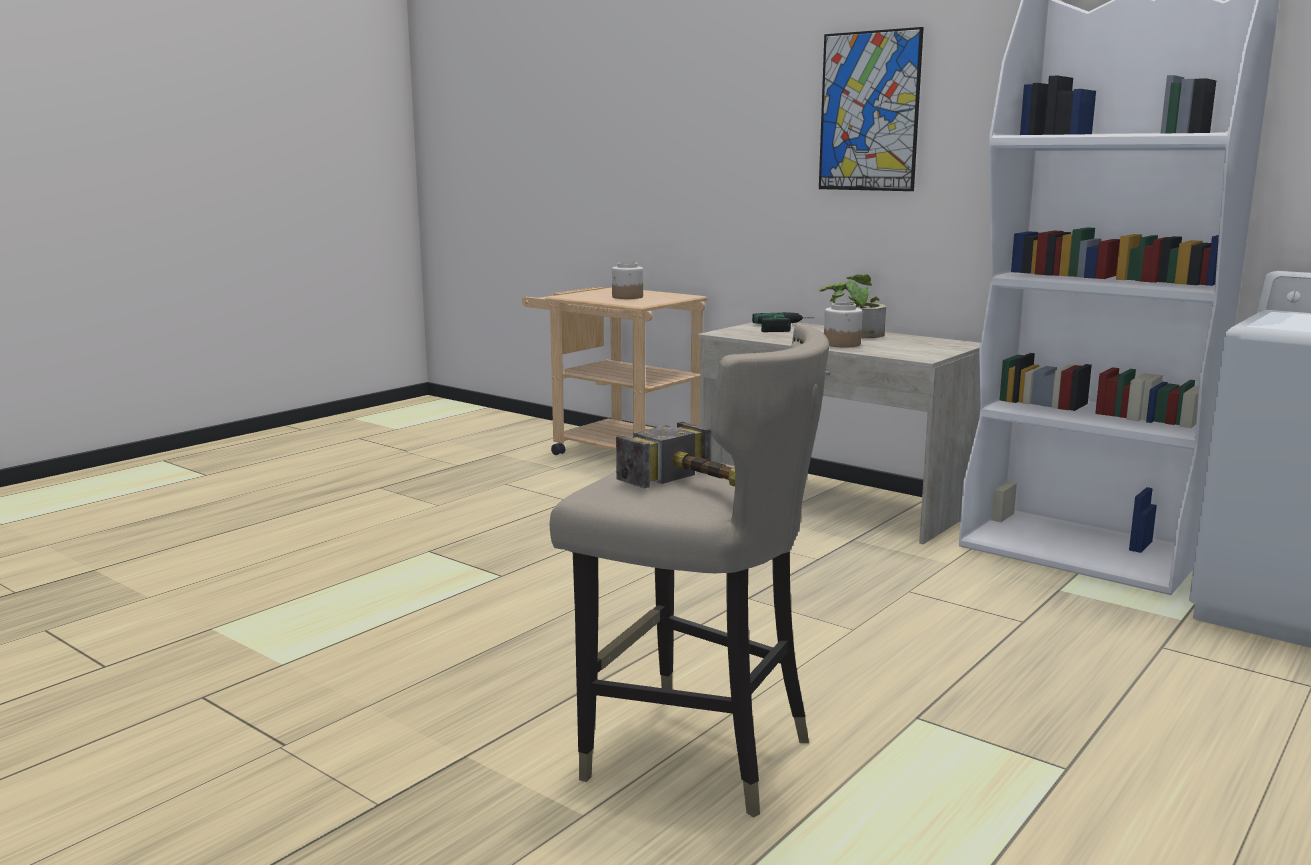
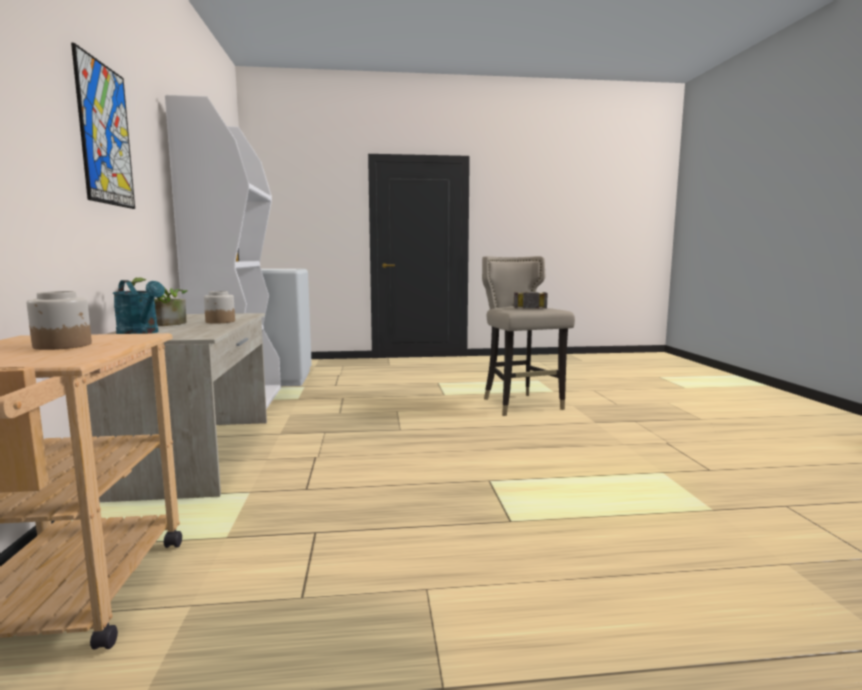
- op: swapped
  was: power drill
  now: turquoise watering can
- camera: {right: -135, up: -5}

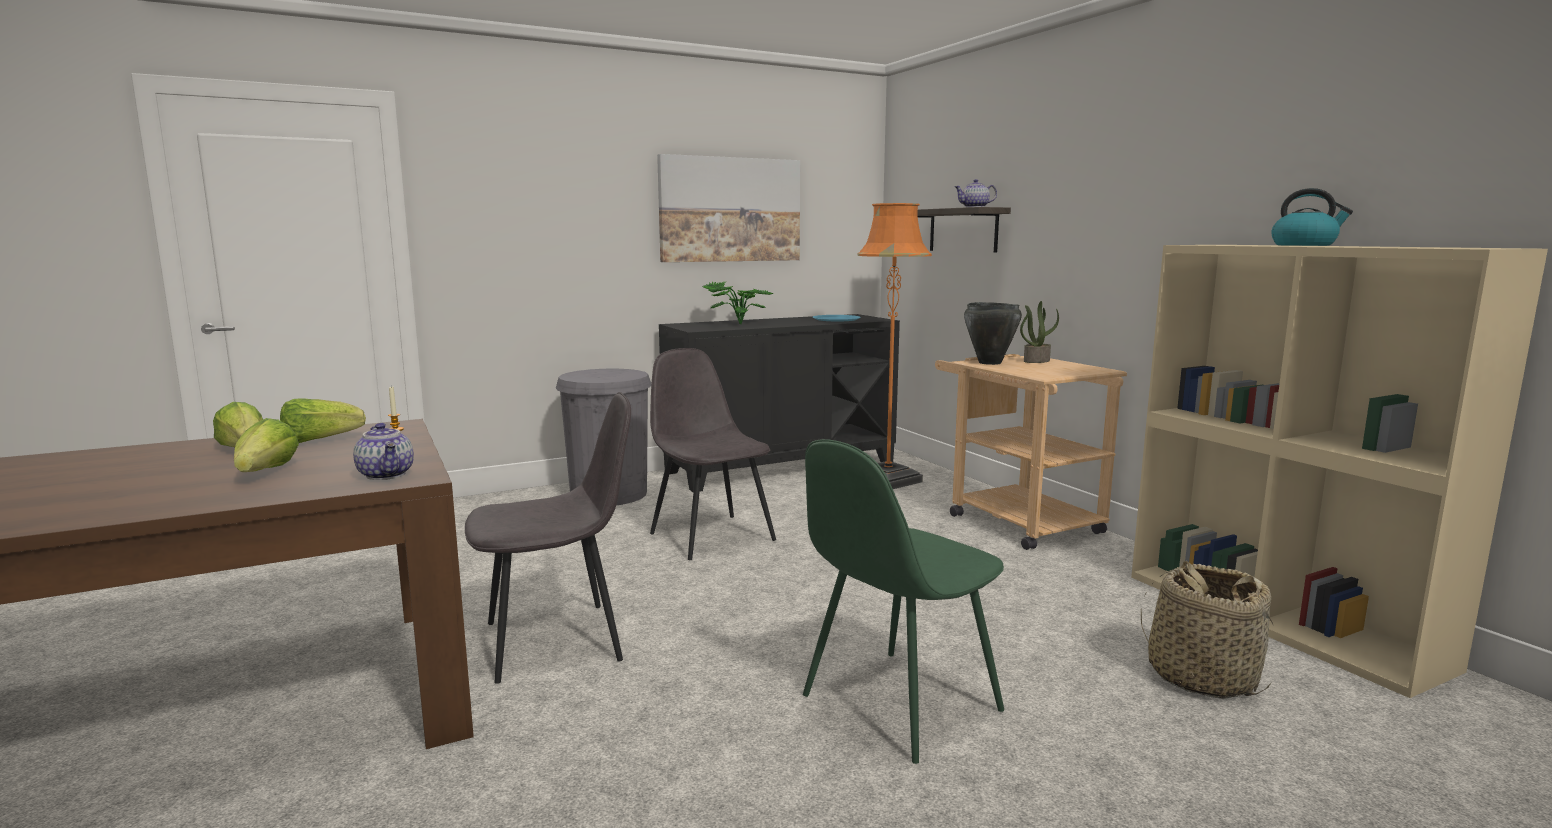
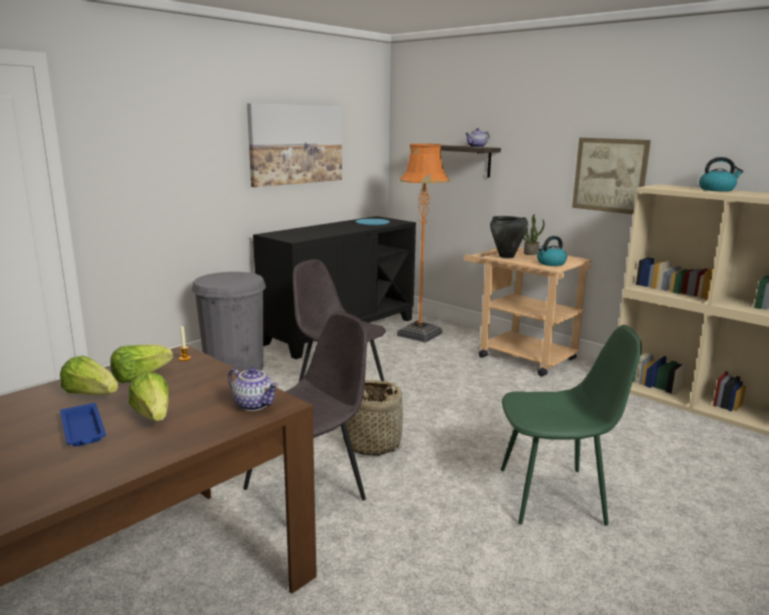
- op: new
  now: blue tray
- op: shifted
  was: basket
- op: rotated
  was: green chair
  clockwise: -120
- op: new
  now: kettle (no. 1 from left)
- op: new
  now: picture (no. 2 from left)
- op: gone
  was: potted plant (no. 1 from left)
- camera: {right: -20, up: 5}

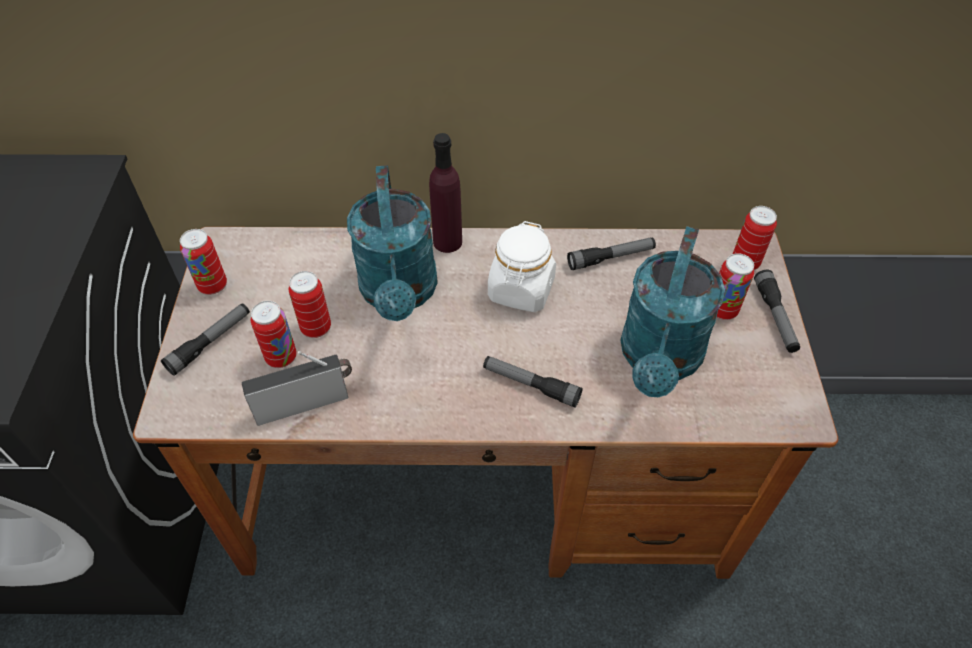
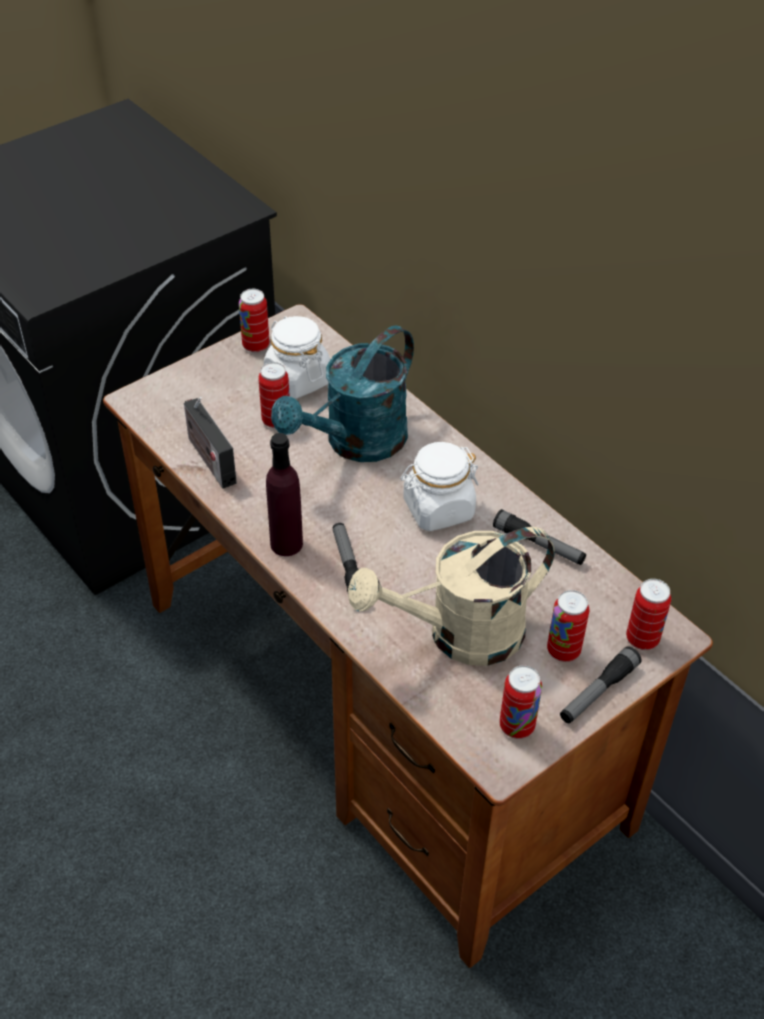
- op: rotated
  was: radio
  clockwise: -150
- op: new
  now: white jar (no. 1 from left)
- op: shifted
  was: purple bottle
- op: repainted
  was: turquoise watering can (no. 2 from left)
  now: beige watering can
- op: shifted
  was: can (no. 2 from left in the first image)
  now: can (no. 3 from left)
- op: gone
  was: flashlight (no. 1 from left)
- camera: {right: 50, up: -5}

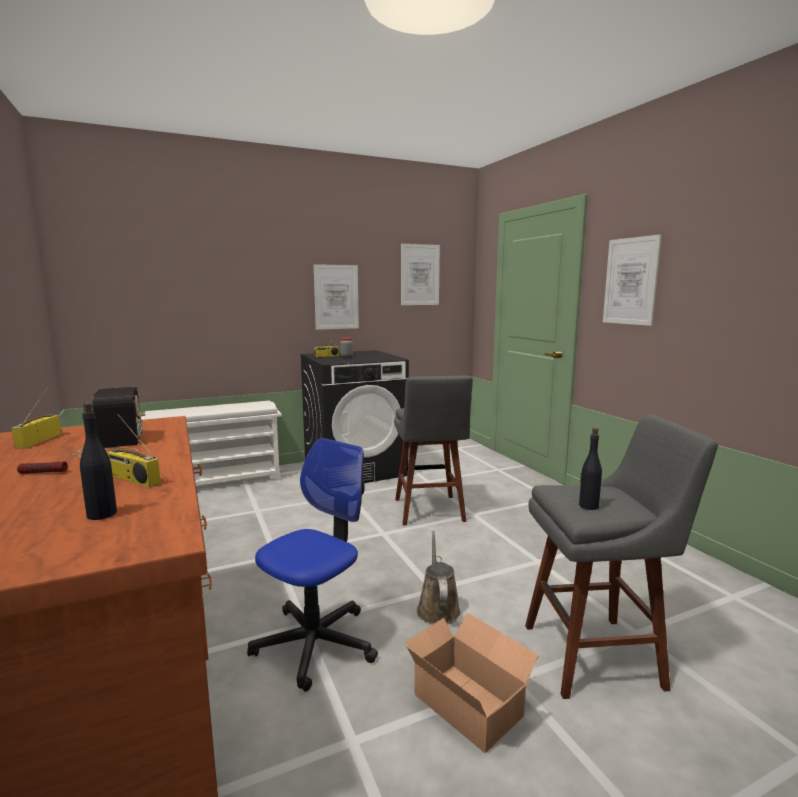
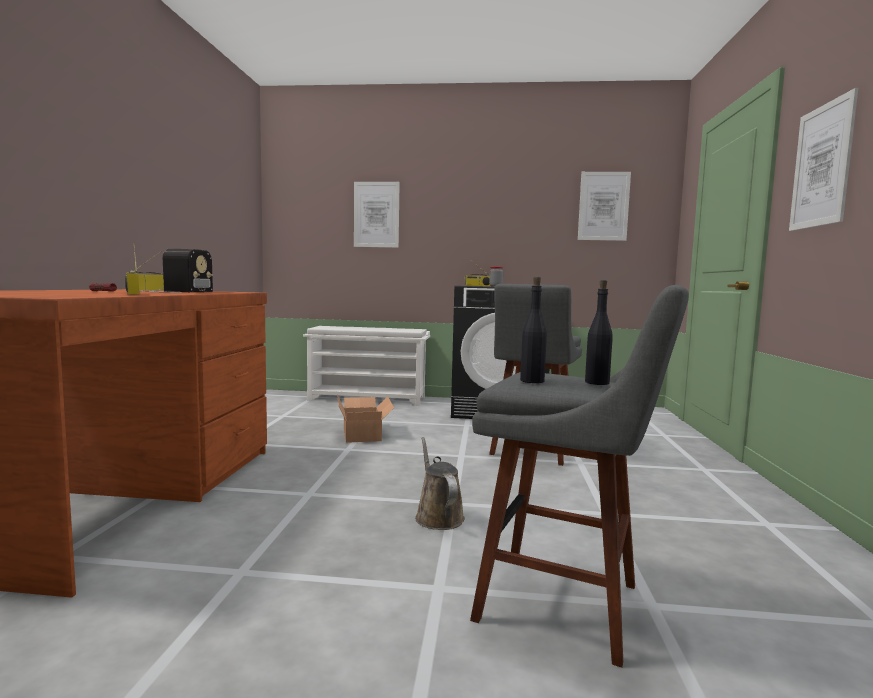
- op: shifted
  was: cardboard box
- op: shifted
  was: picture (no. 1 from left)
- op: rotated
  was: brown watering can
  clockwise: -45
- op: shifted
  was: black bottle (no. 1 from left in the first image)
  now: black bottle (no. 2 from left)
- op: gone
  was: office chair
- camera: {right: 30, up: -5}

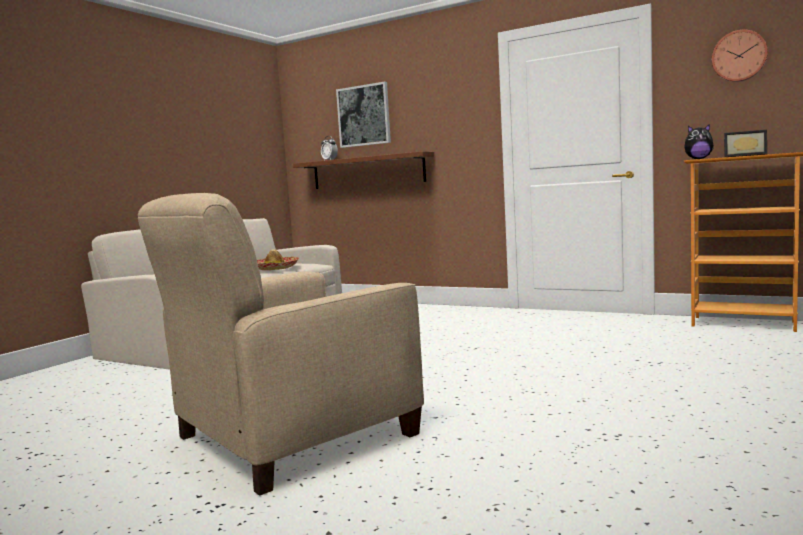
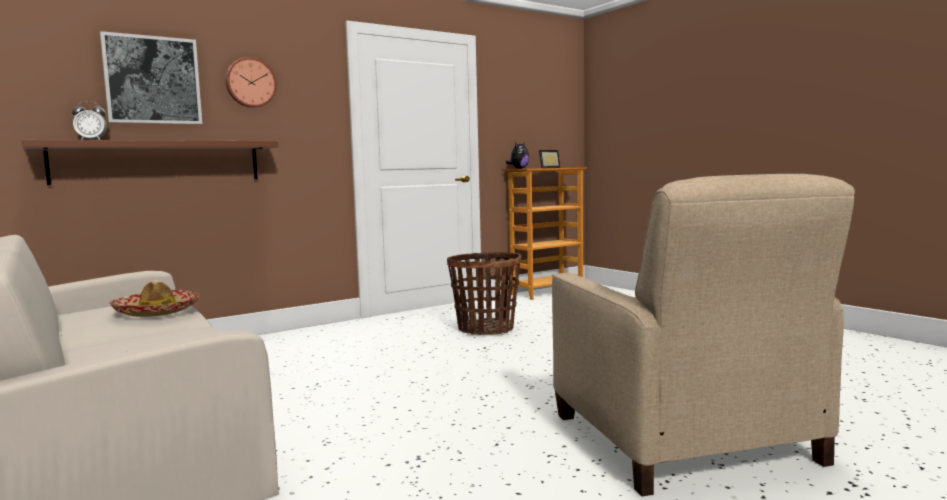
- op: shifted
  was: wall clock
- op: new
  now: basket
- camera: {right: -65, up: 0}

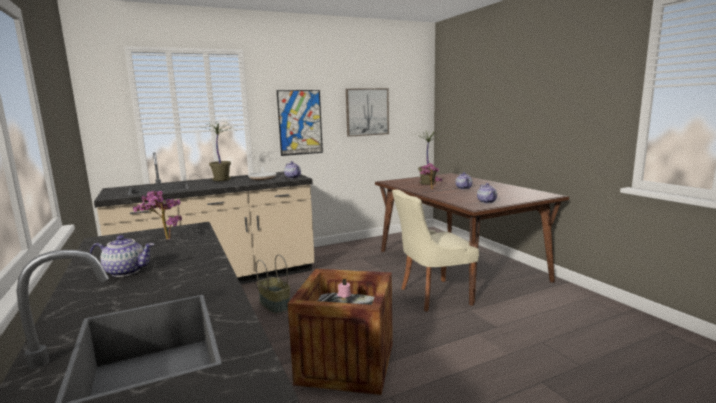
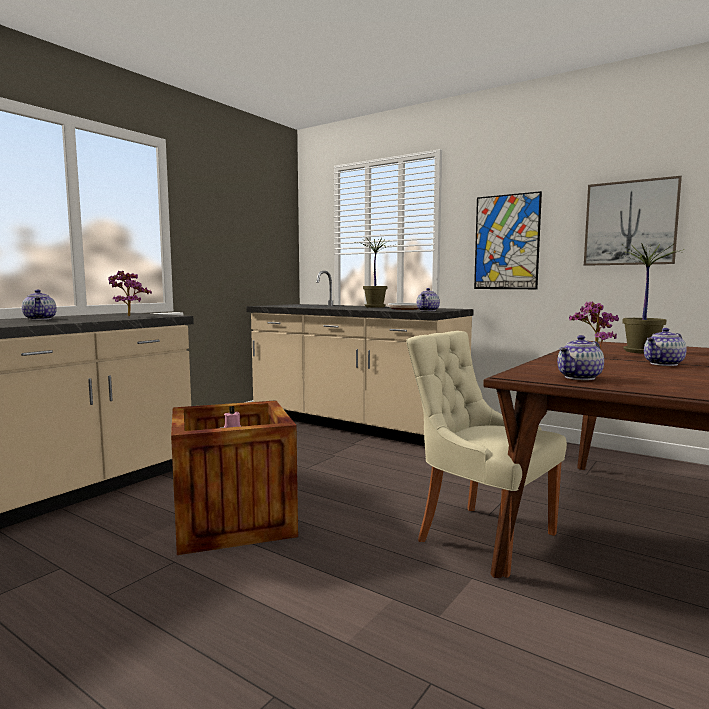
- op: gone
  was: basket
- camera: {right: 60, up: -5}

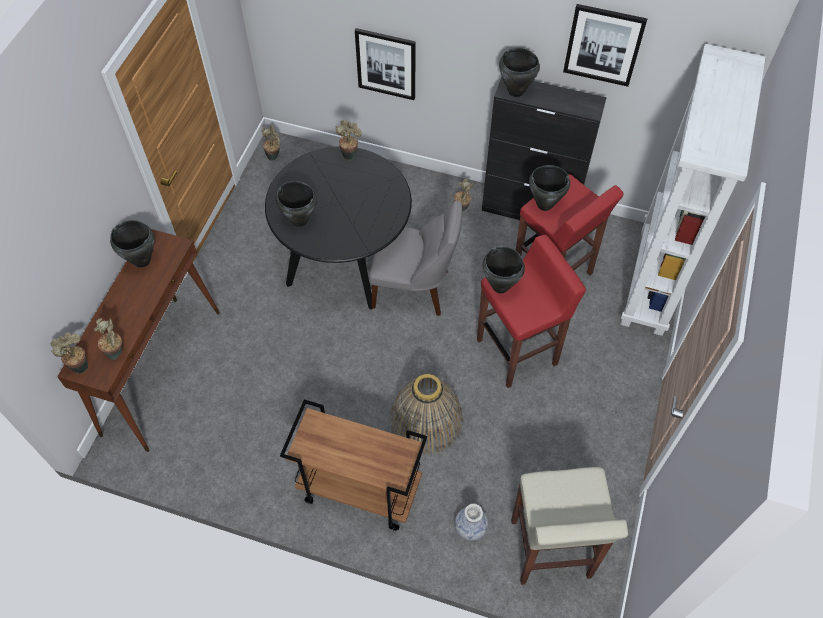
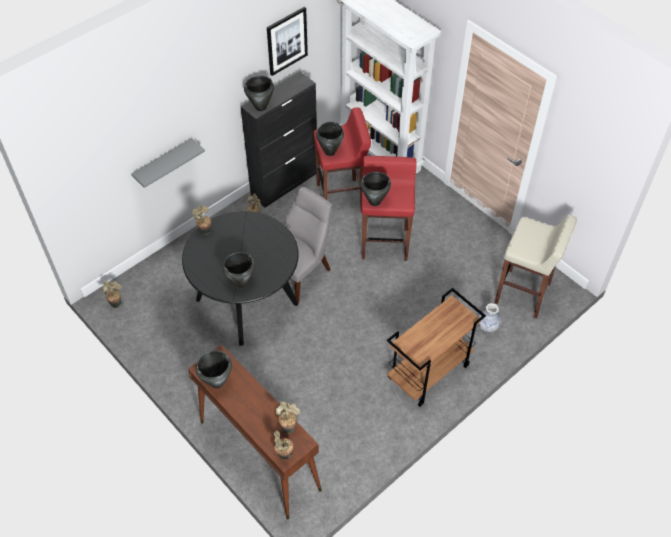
- op: swapped
  was: picture (no. 1 from left)
  now: grey shelf
- op: gone
  was: basket
- camera: {right: -60, up: -5}

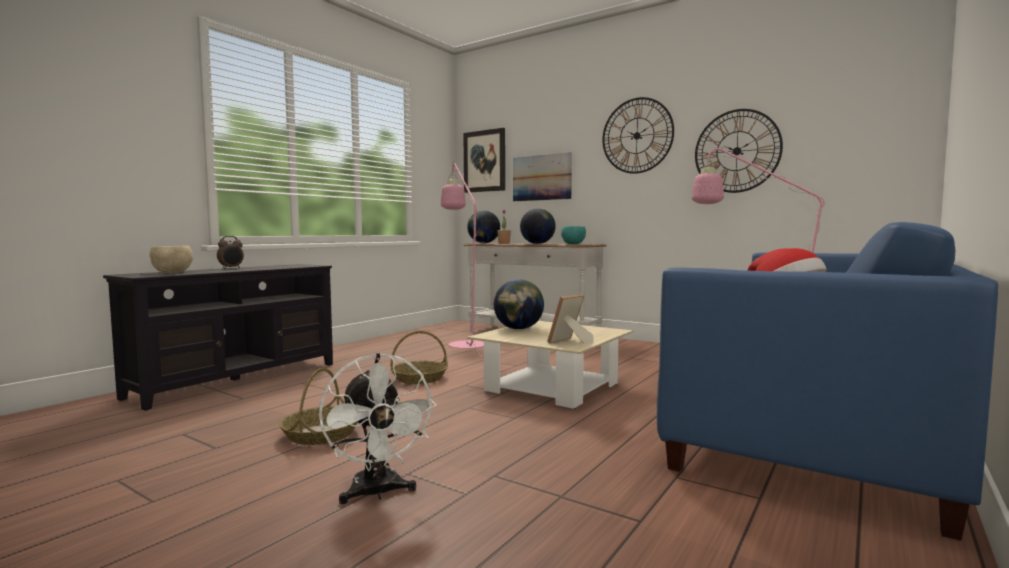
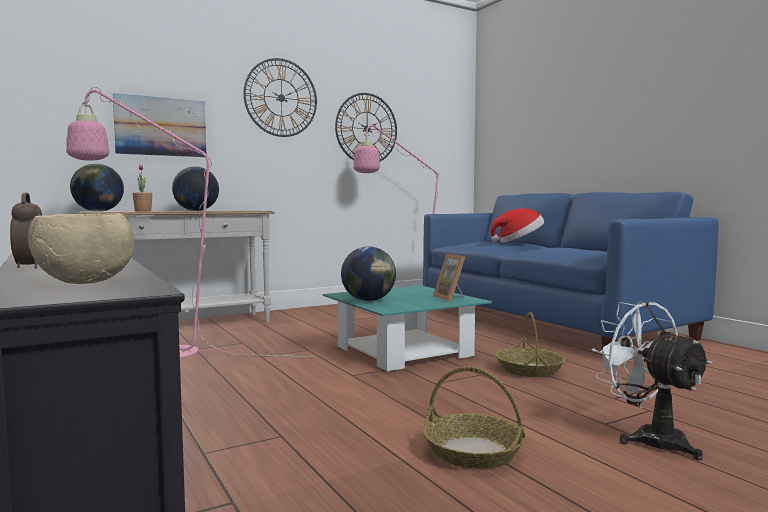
- op: repainted
  was: beige coffee table
  now: turquoise coffee table
- op: shifted
  was: basket (no. 2 from left)
- op: rotated
  was: white fan
  clockwise: -120
- op: gone
  was: picture (no. 1 from left)
- op: gone
  was: turquoise bowl
- camera: {right: -65, up: 0}

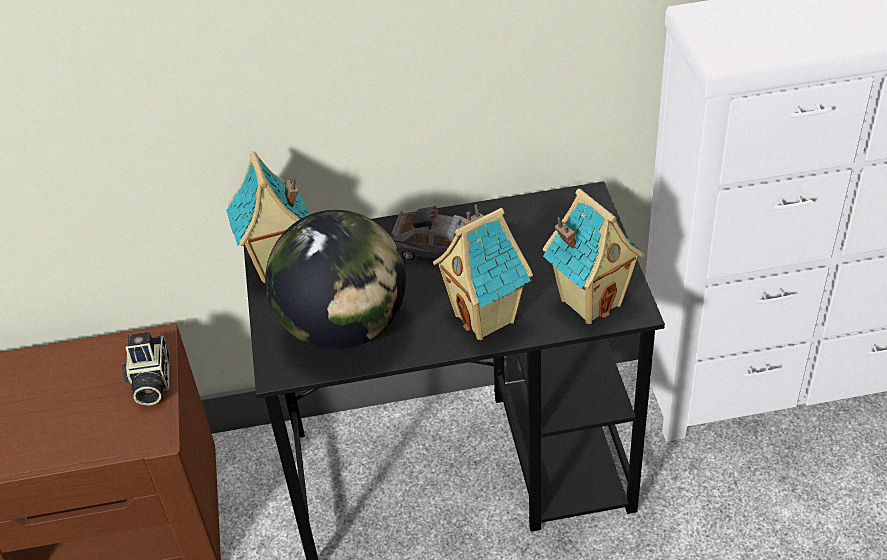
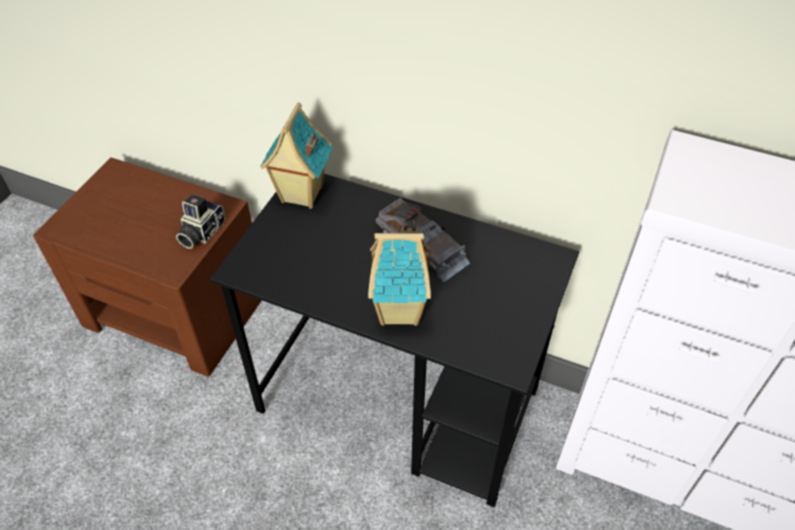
- op: gone
  was: globe
- op: gone
  was: toy house (no. 3 from left)
- camera: {right: 30, up: 5}

